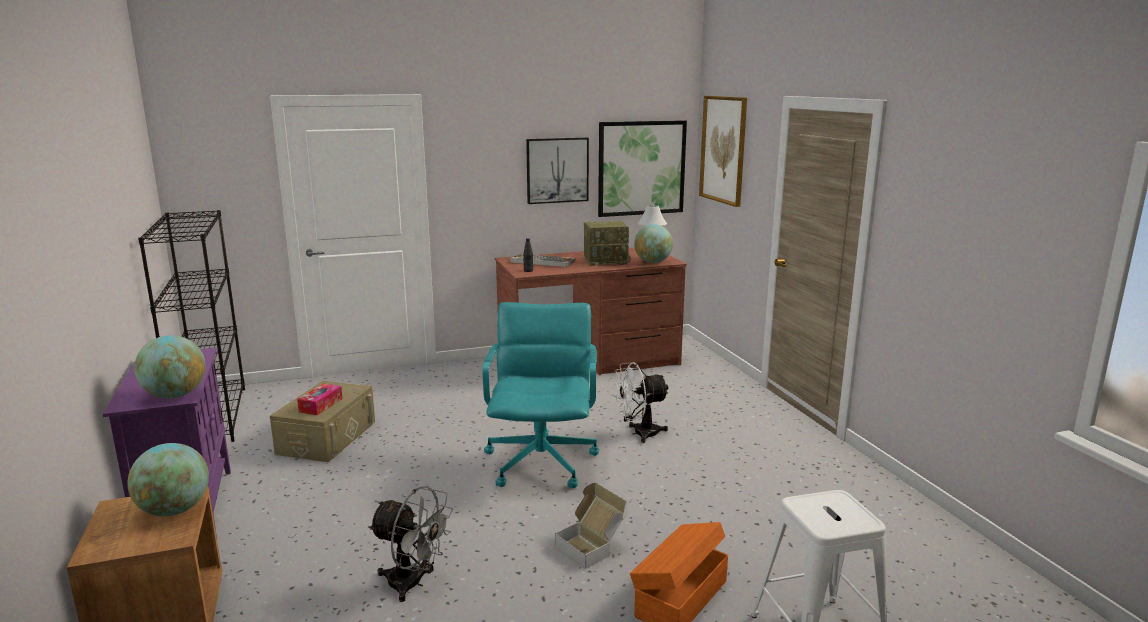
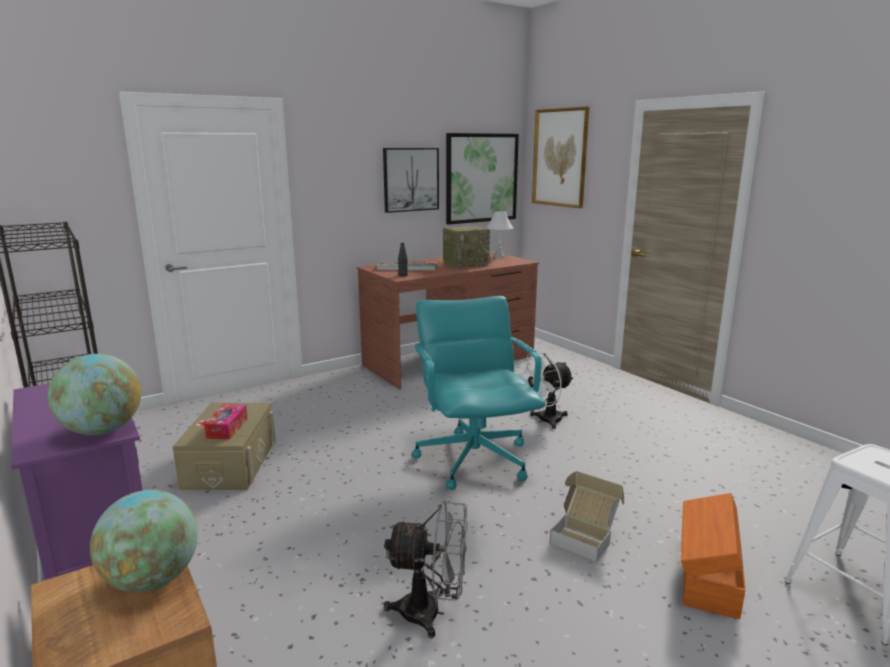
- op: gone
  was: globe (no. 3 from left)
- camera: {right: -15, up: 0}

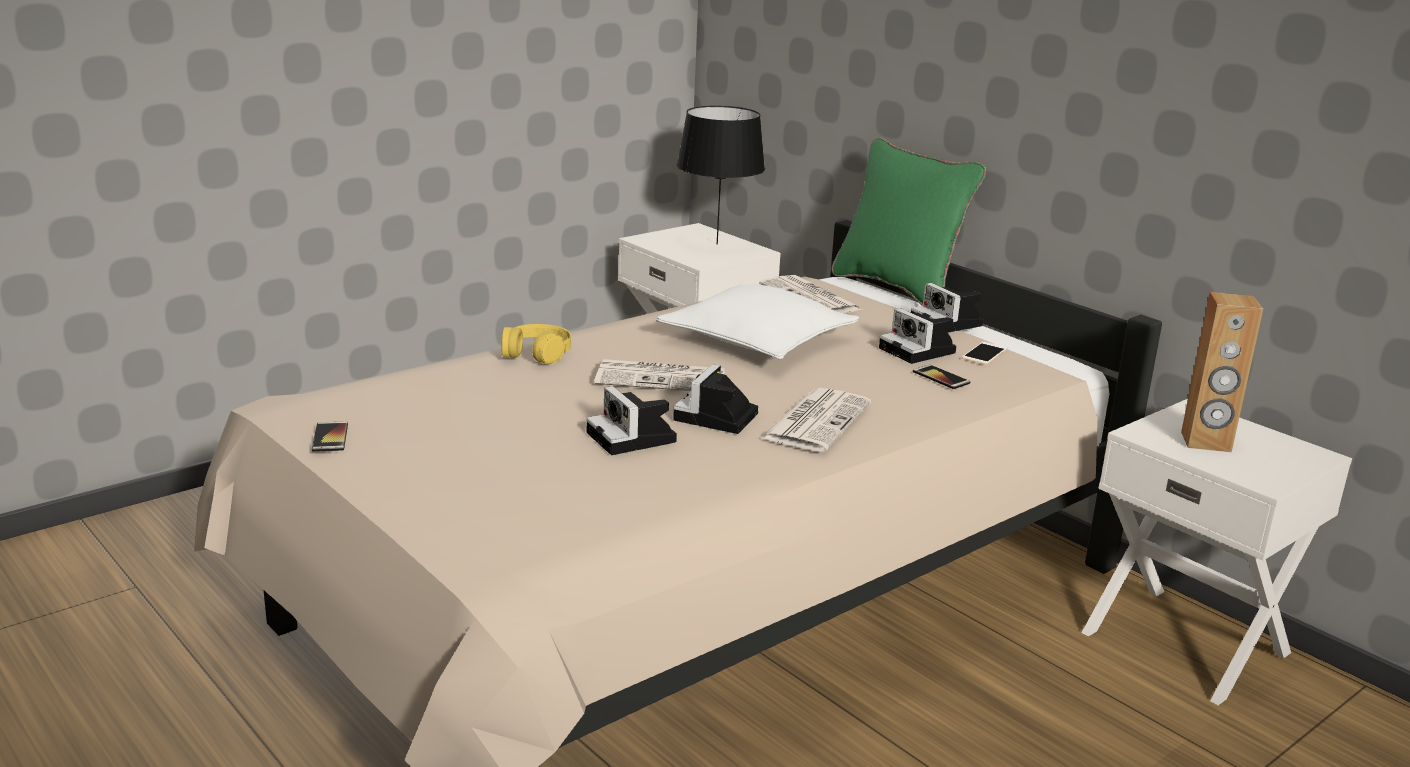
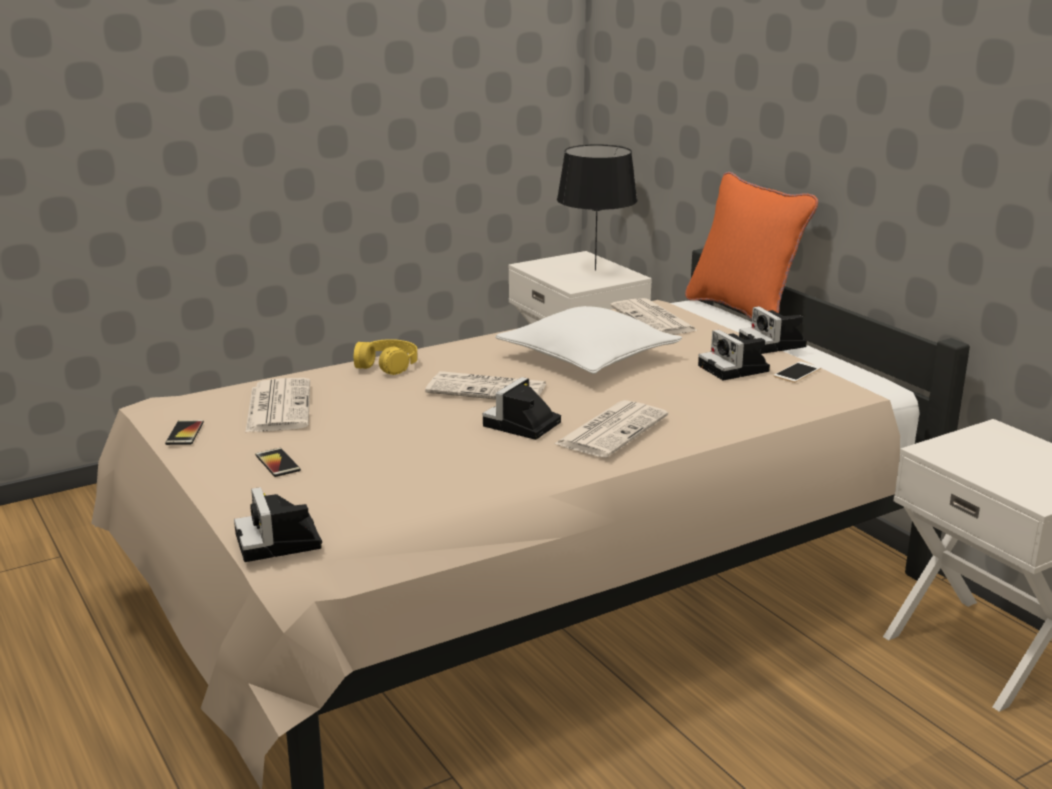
- op: shifted
  was: photo camera (no. 1 from left)
- op: new
  now: newspaper (no. 1 from left)
- op: shifted
  was: phone (no. 2 from left)
- op: repainted
  was: green pillow
  now: orange pillow
- op: gone
  was: brown speaker
- camera: {right: 10, up: 0}

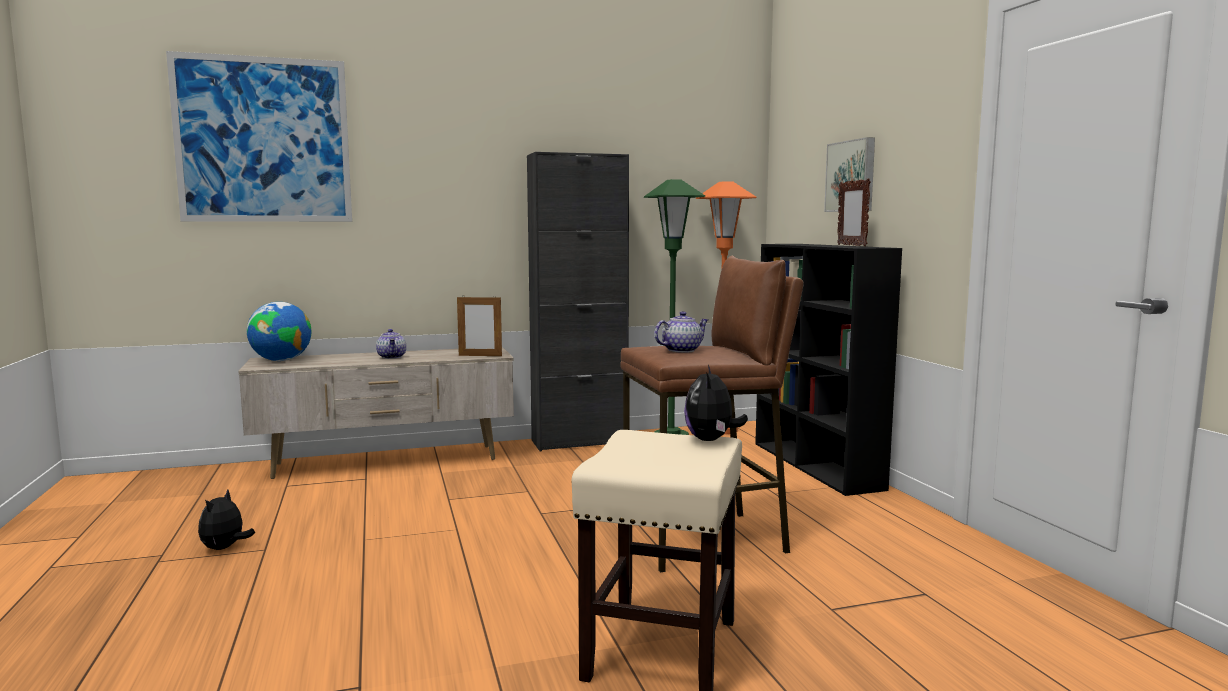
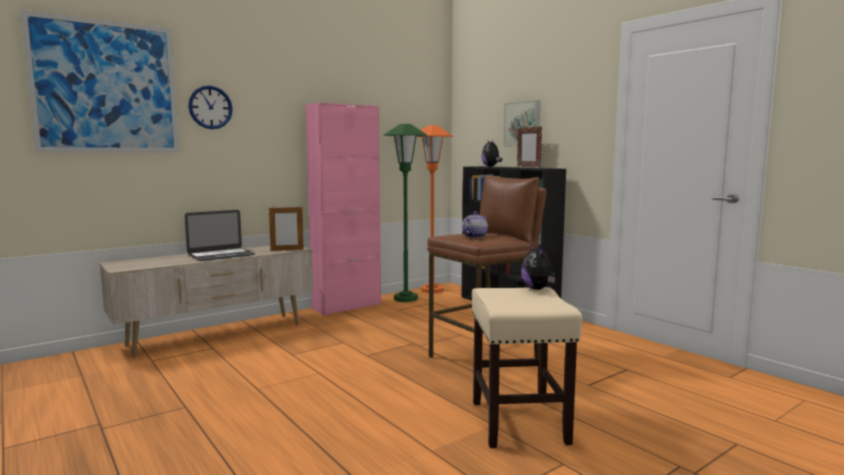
- op: swapped
  was: teapot (no. 1 from left)
  now: laptop
- op: new
  now: wall clock
- op: repainted
  was: black cabinet
  now: pink cabinet
- op: shifted
  was: plush toy (no. 1 from left)
- op: gone
  was: globe
- camera: {right: -20, up: 0}

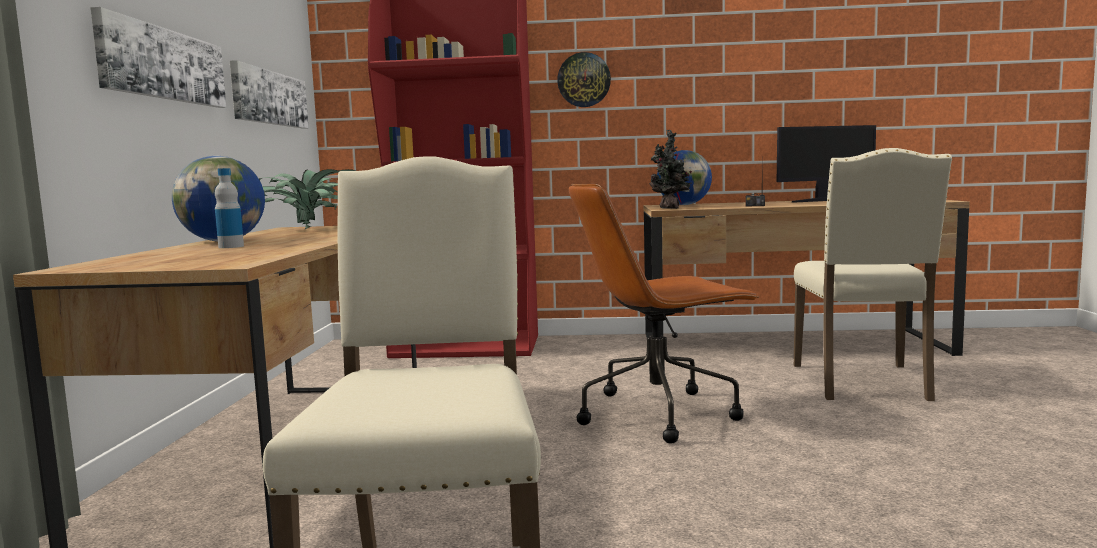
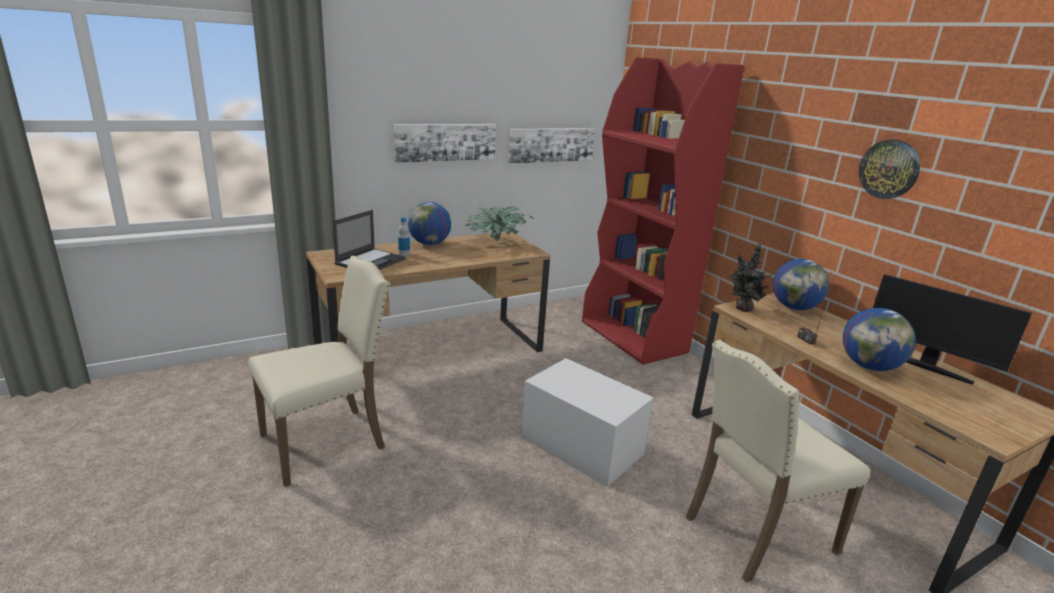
- op: new
  now: laptop
- op: swapped
  was: brown office chair
  now: white storage box
- op: new
  now: globe (no. 3 from left)
- op: shifted
  was: wall clock
- camera: {right: 55, up: 15}

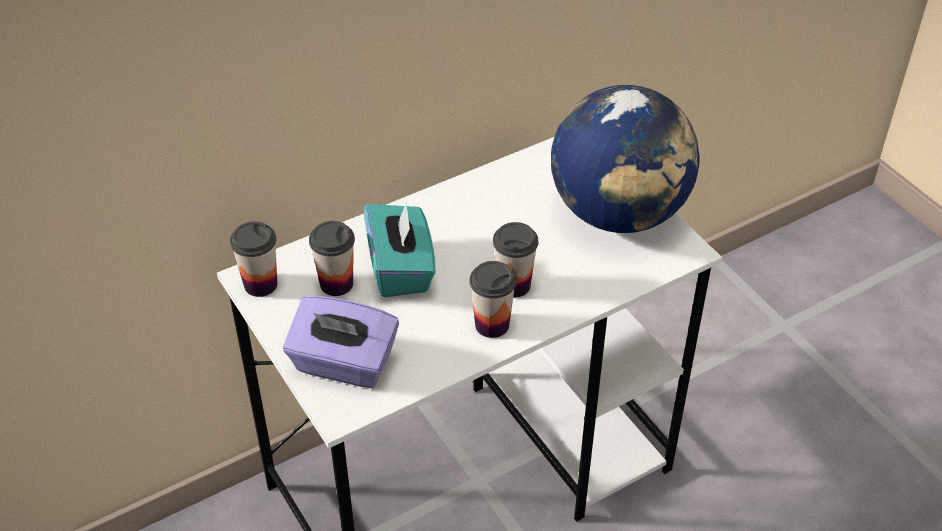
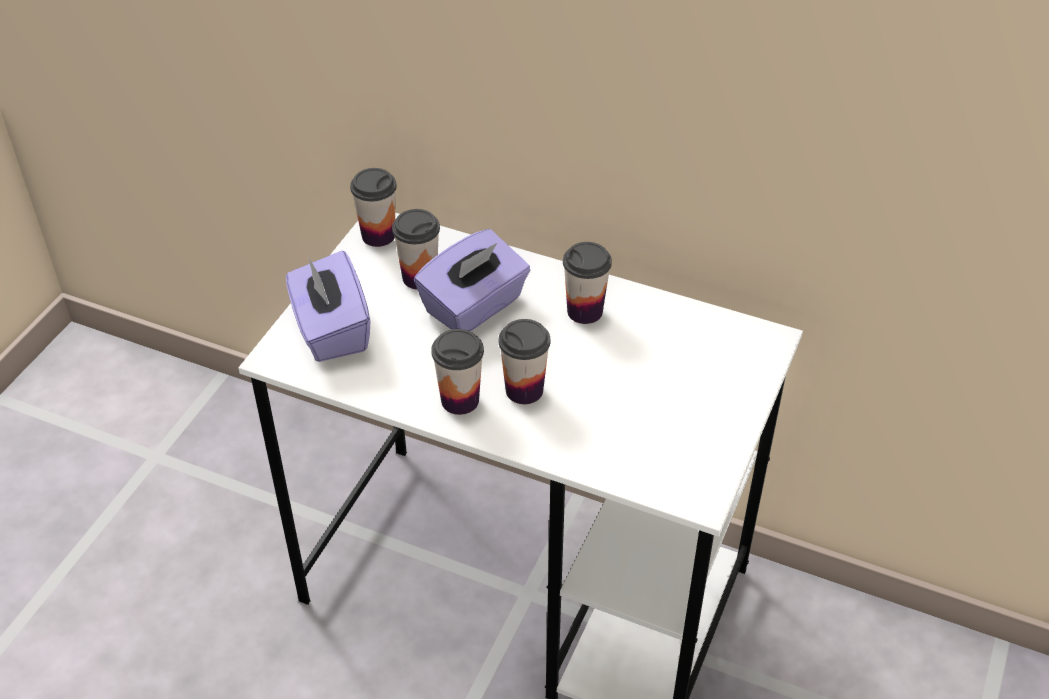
- op: repainted
  was: turquoise tissue box
  now: purple tissue box (no. 2 from left)
- op: new
  now: cup (no. 5 from left)
- op: gone
  was: globe
- camera: {right: 55, up: 0}

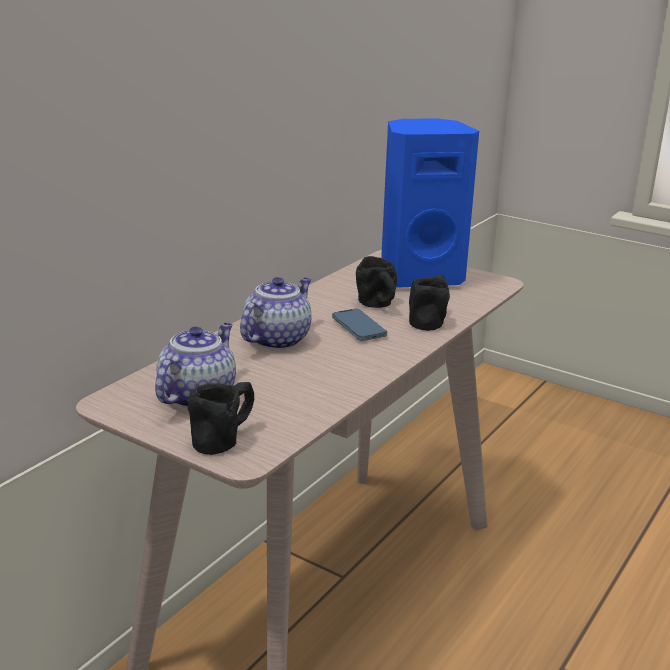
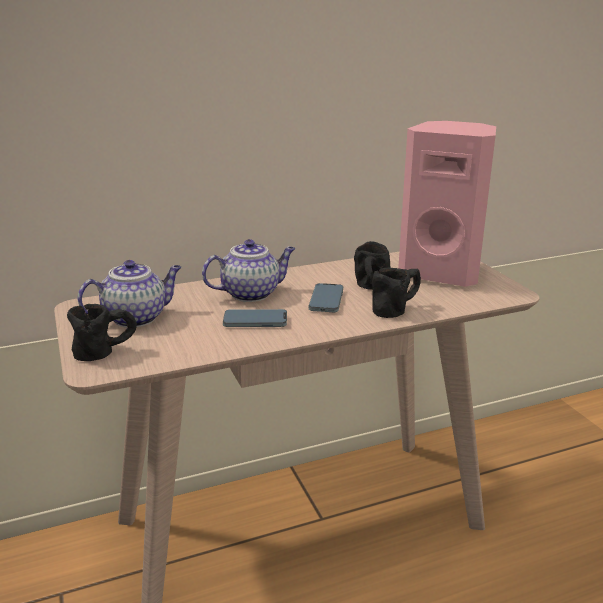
- op: new
  now: phone (no. 1 from left)
- op: repainted
  was: blue speaker
  now: pink speaker
- camera: {right: 35, up: 0}

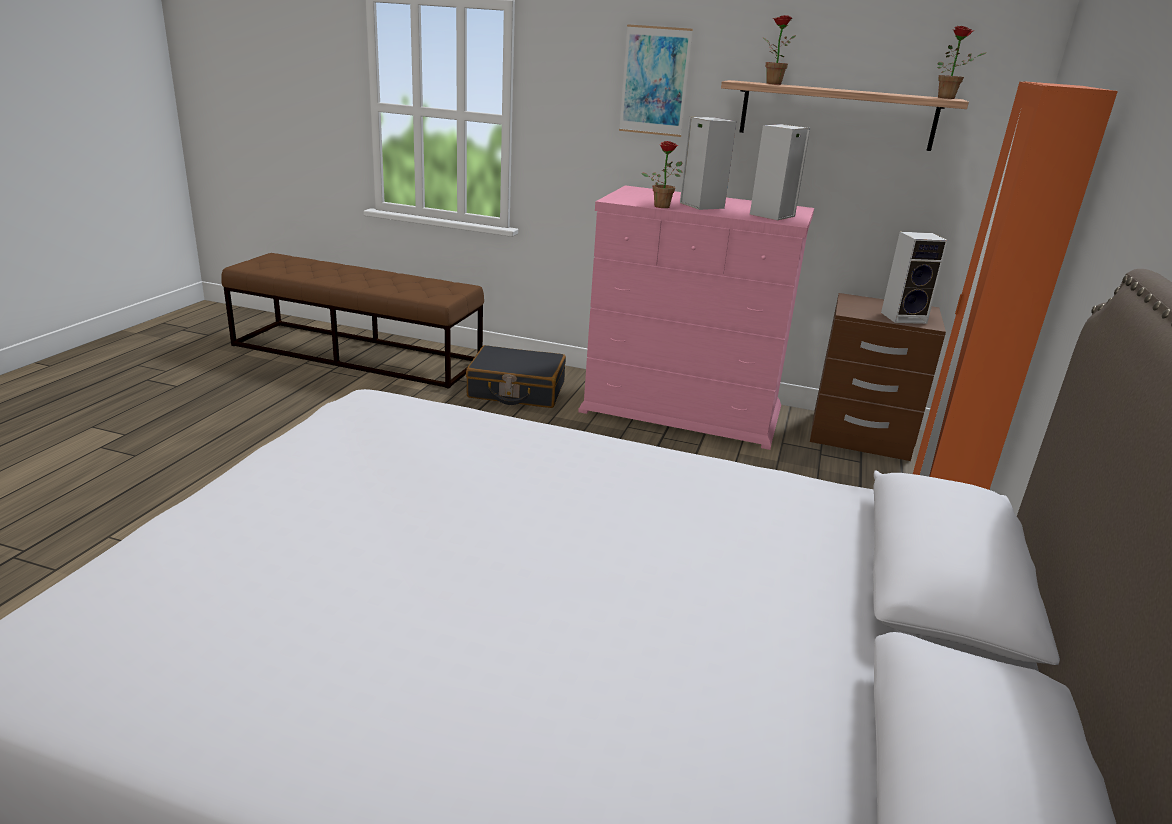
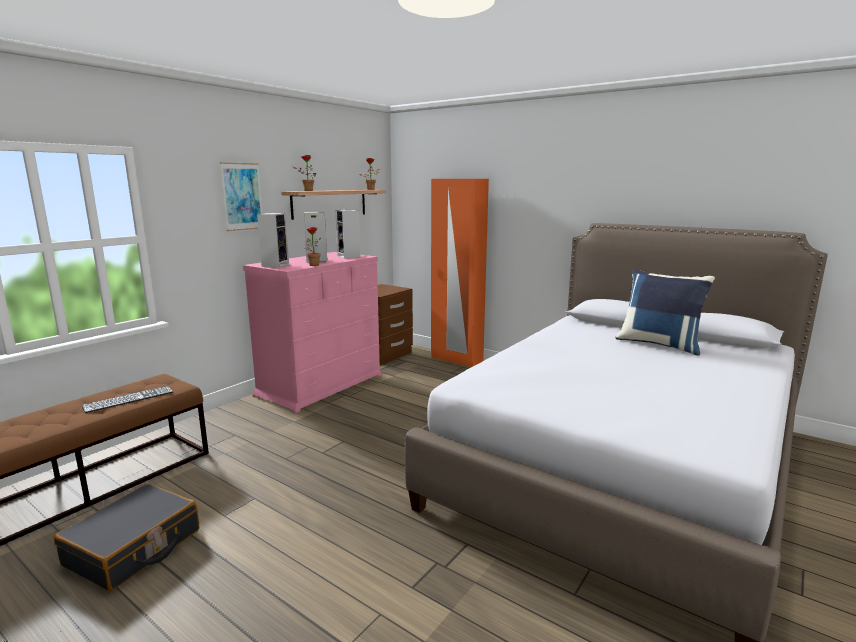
- op: shifted
  was: black suitcase
- op: new
  now: keyboard
- op: shifted
  was: speaker (no. 3 from left in the first image)
  now: speaker (no. 1 from left)
- op: new
  now: blue pillow
- camera: {right: -70, up: -10}

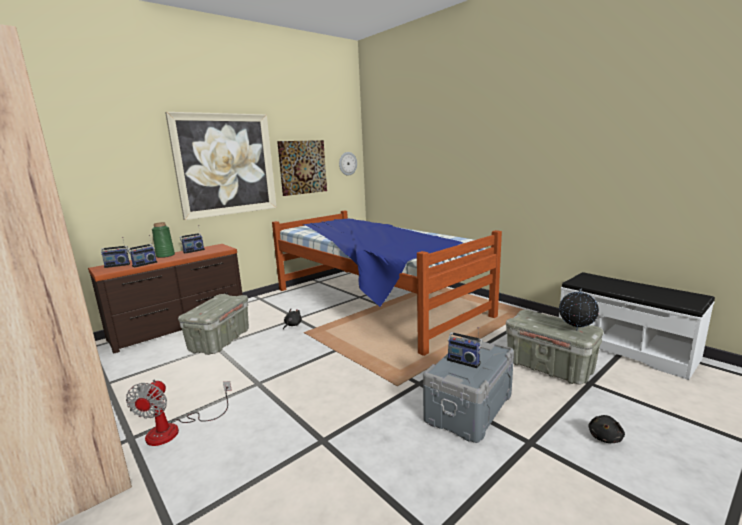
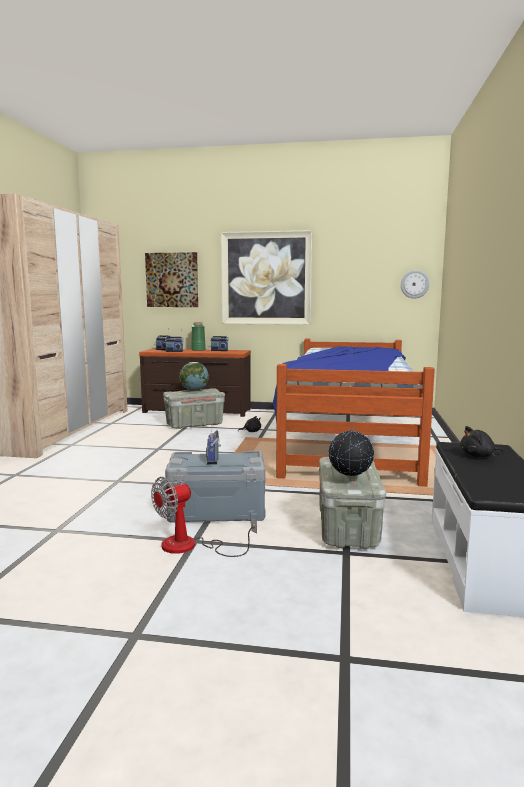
- op: shifted
  was: picture (no. 2 from left in the first image)
  now: picture (no. 1 from left)
- op: shifted
  was: fan
- op: new
  now: globe (no. 1 from left)
- op: shifted
  was: black plush toy (no. 2 from left)
- camera: {right: 50, up: -5}

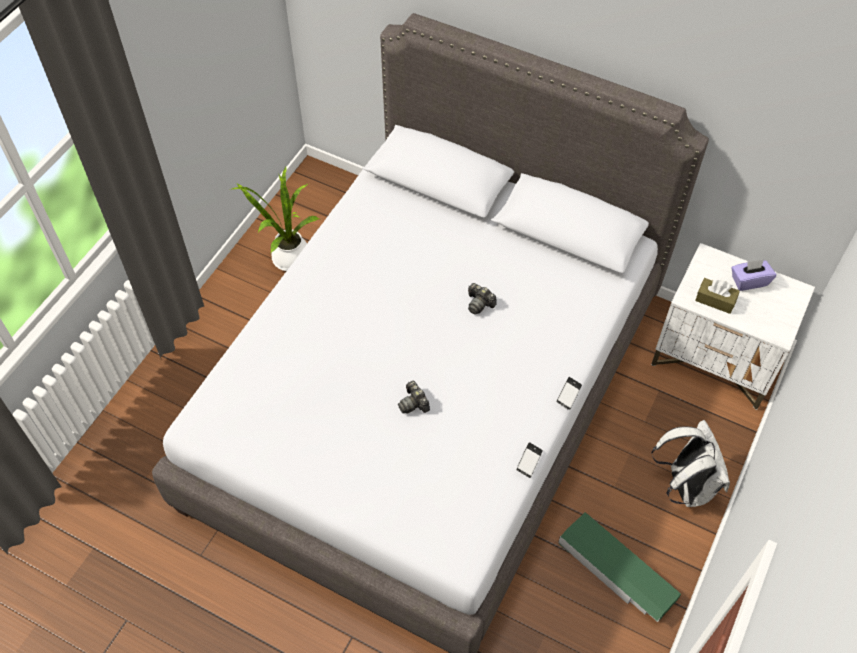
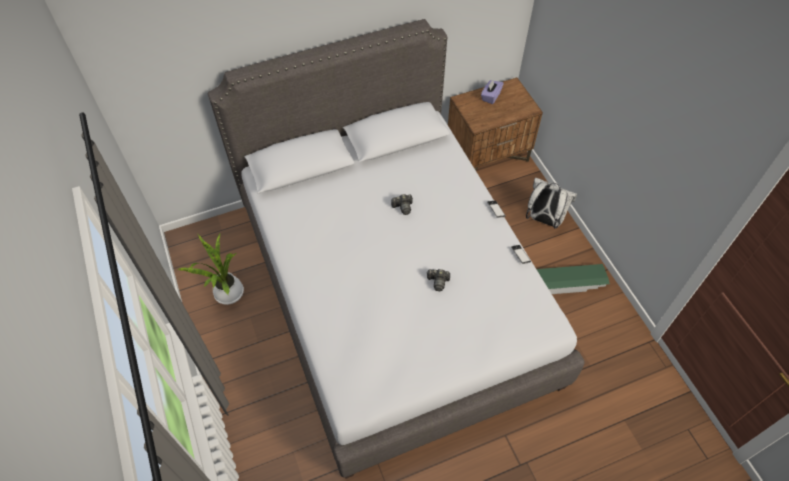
- op: repainted
  was: white nightstand
  now: brown nightstand
- op: gone
  was: brown tissue box
- camera: {right: -50, up: 0}

